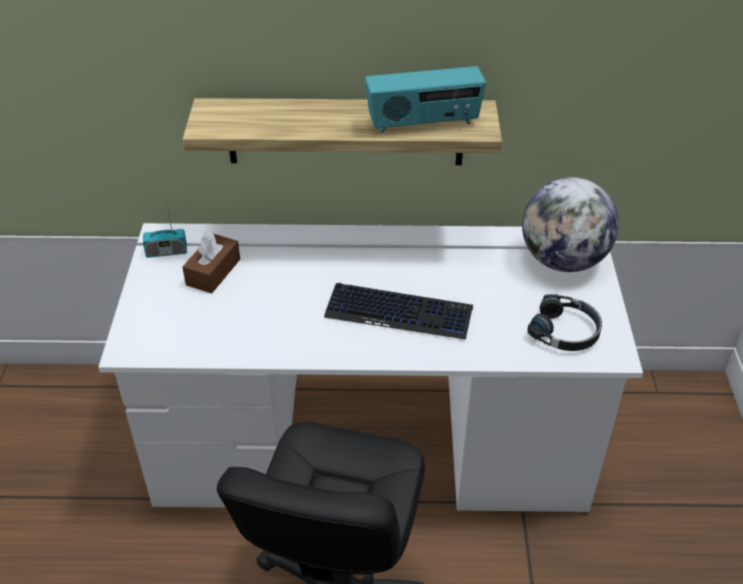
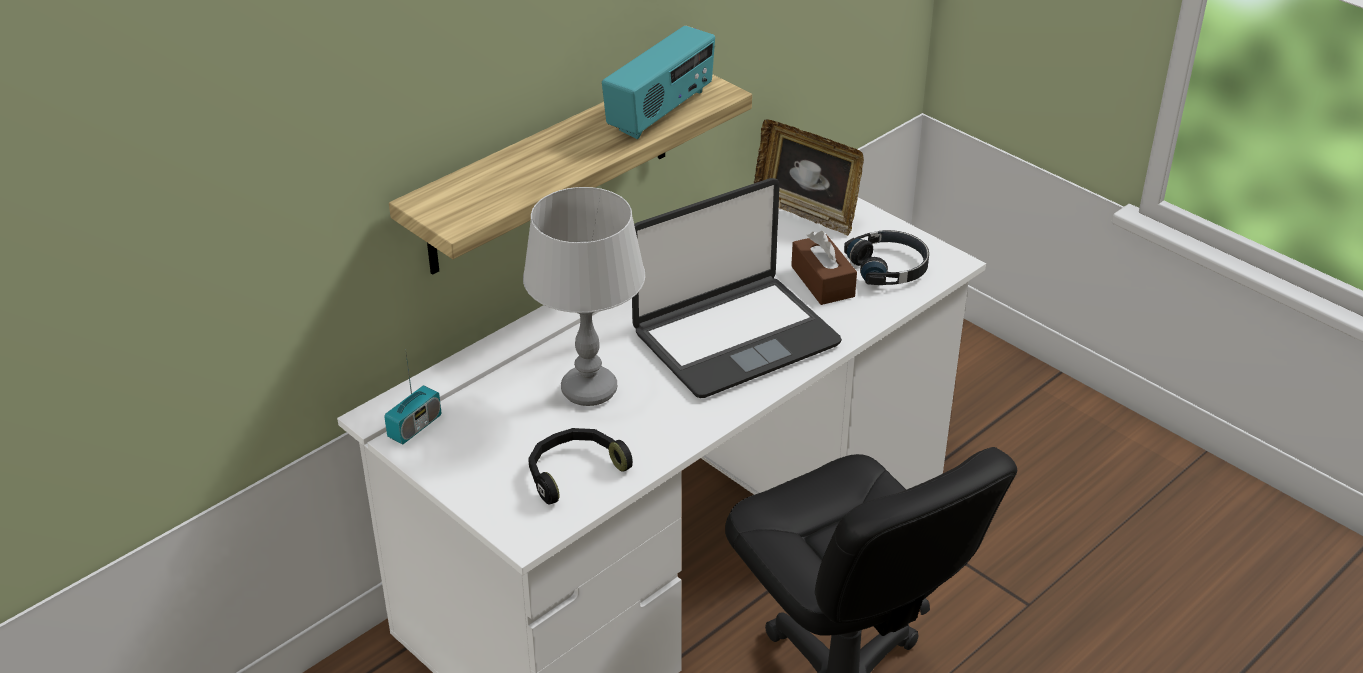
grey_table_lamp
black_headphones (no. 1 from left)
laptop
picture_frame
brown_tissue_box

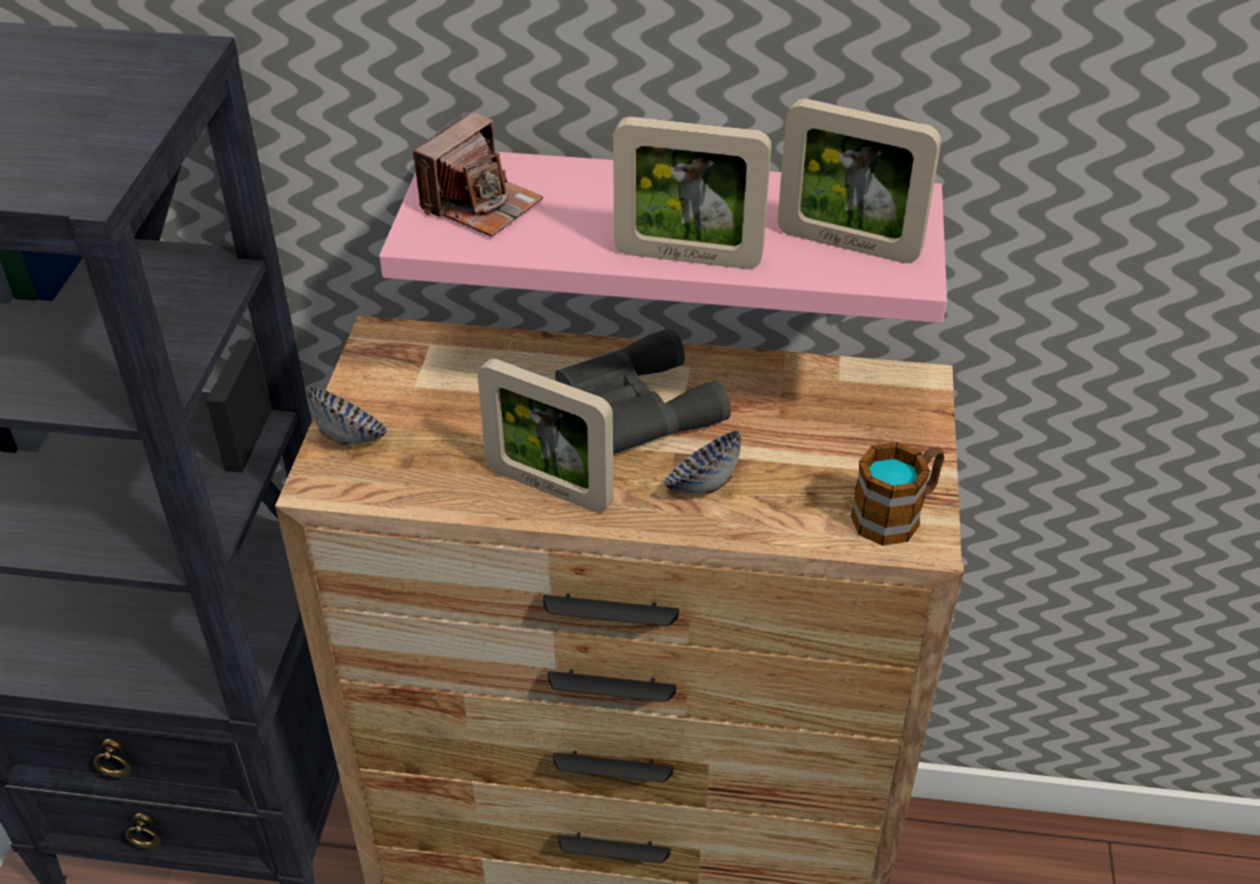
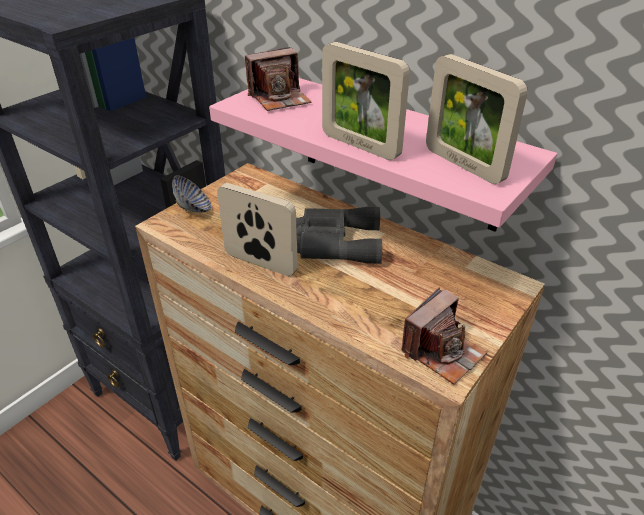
picture_frame (no. 1 from left)
photo_camera (no. 2 from left)
bowl (no. 2 from left in the first image)

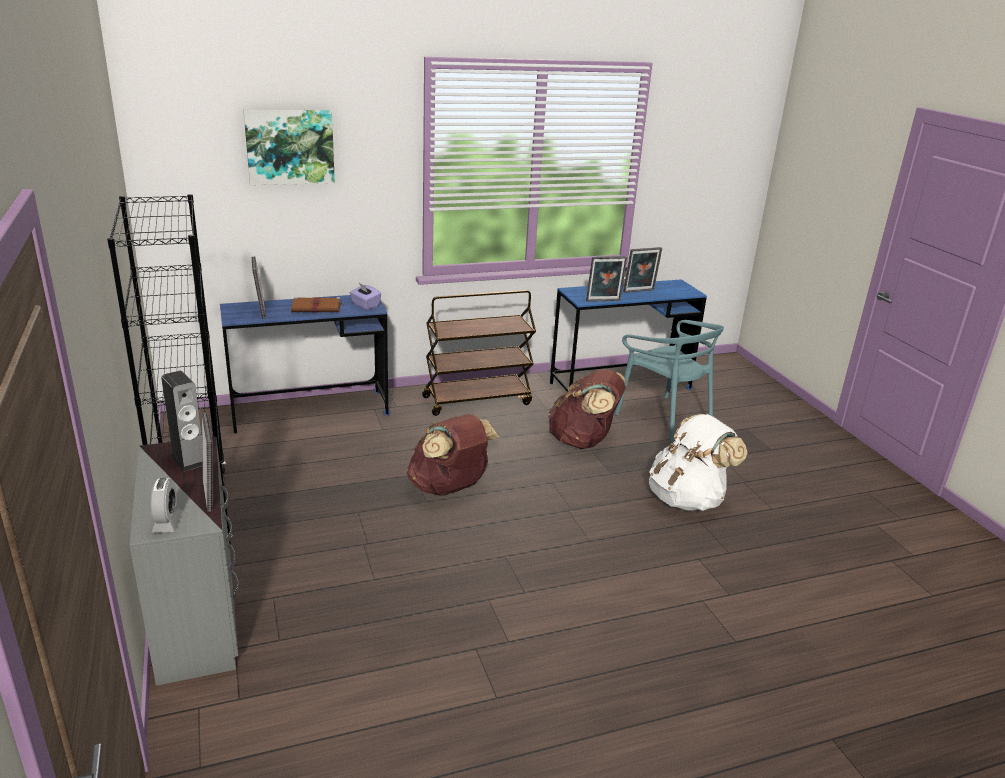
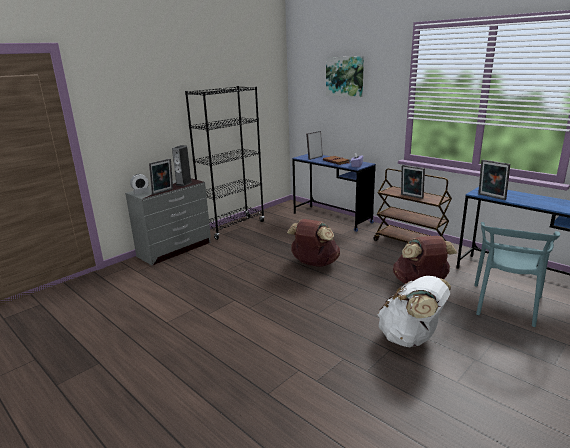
picture_frame (no. 3 from left)

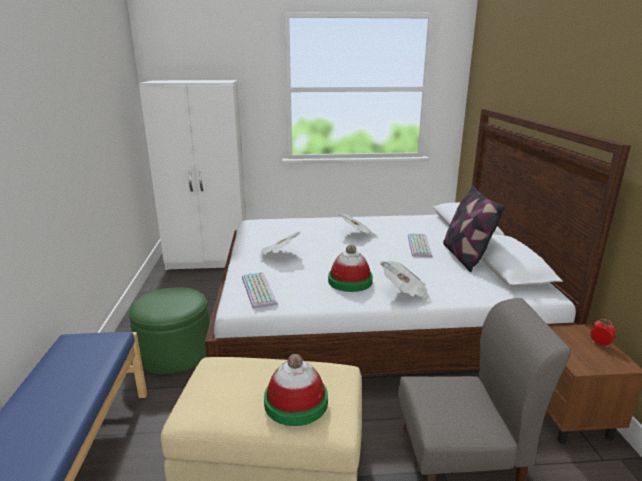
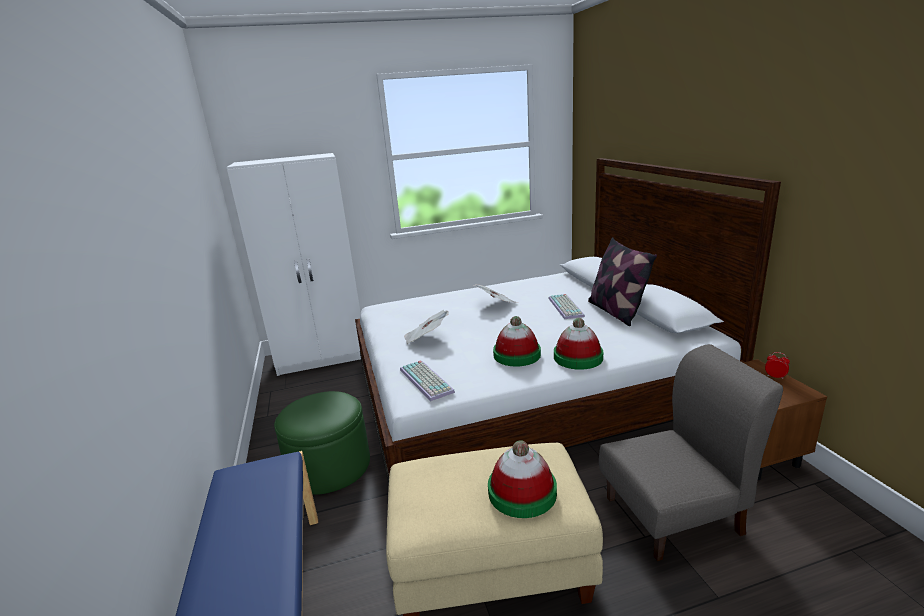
hat (no. 3 from left)

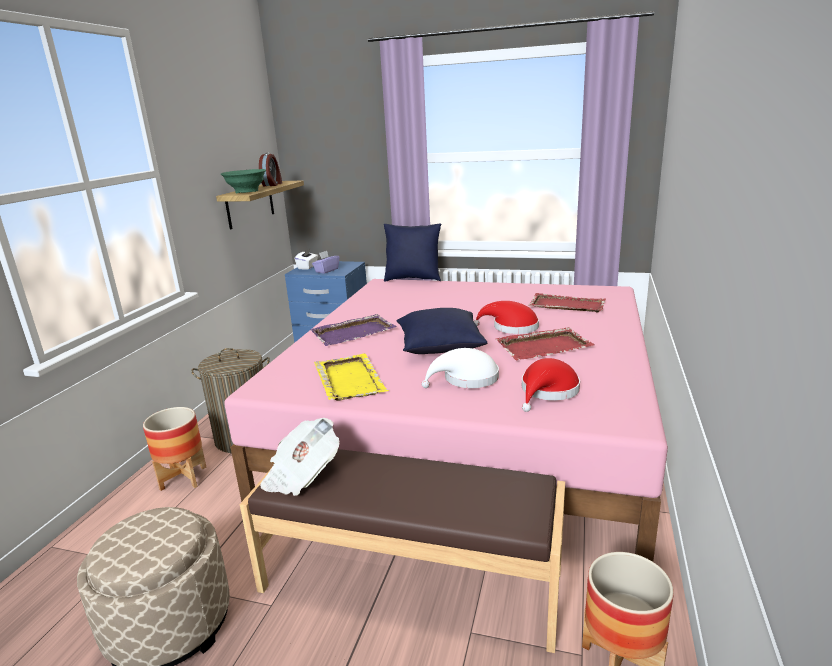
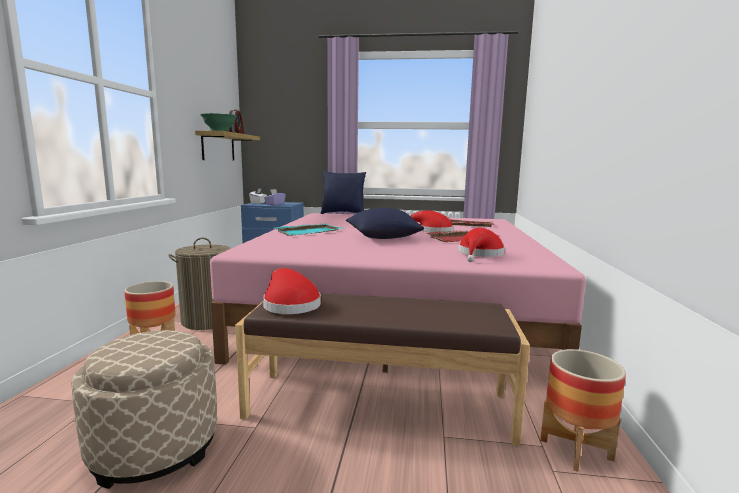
red_hat (no. 1 from left)
turquoise_tray
yellow_tray
white_hat

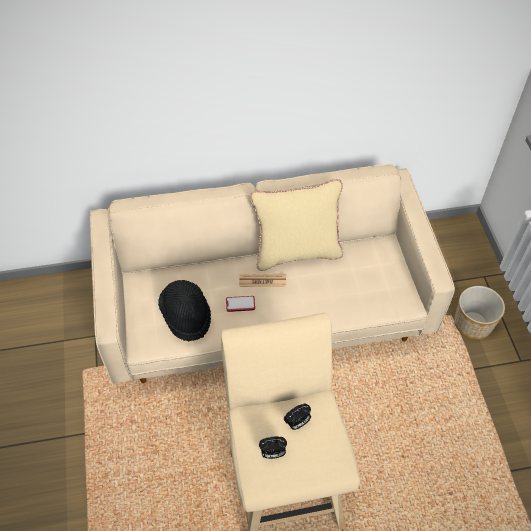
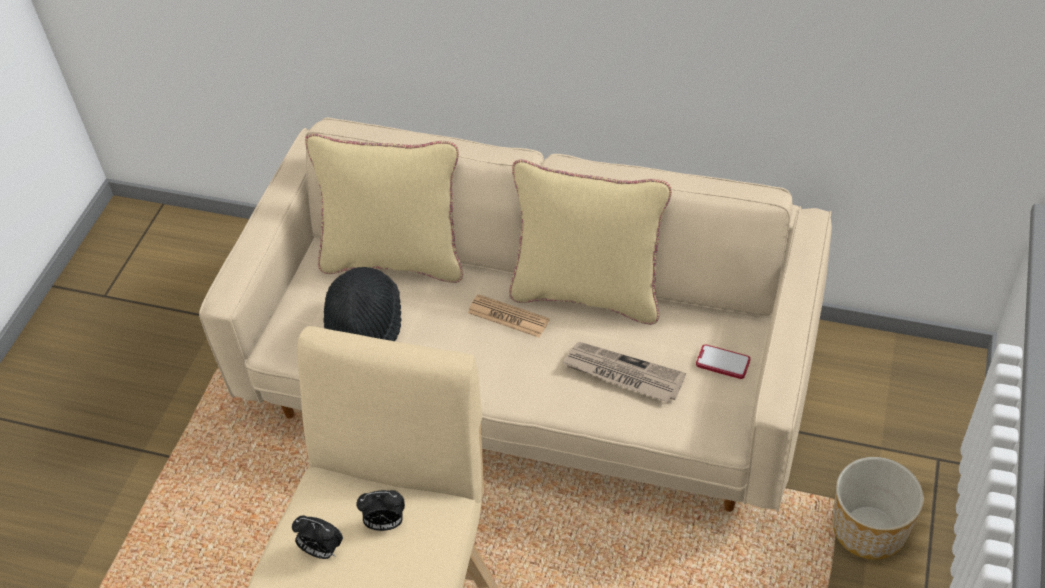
beige_pillow (no. 1 from left)
newspaper (no. 2 from left)
phone

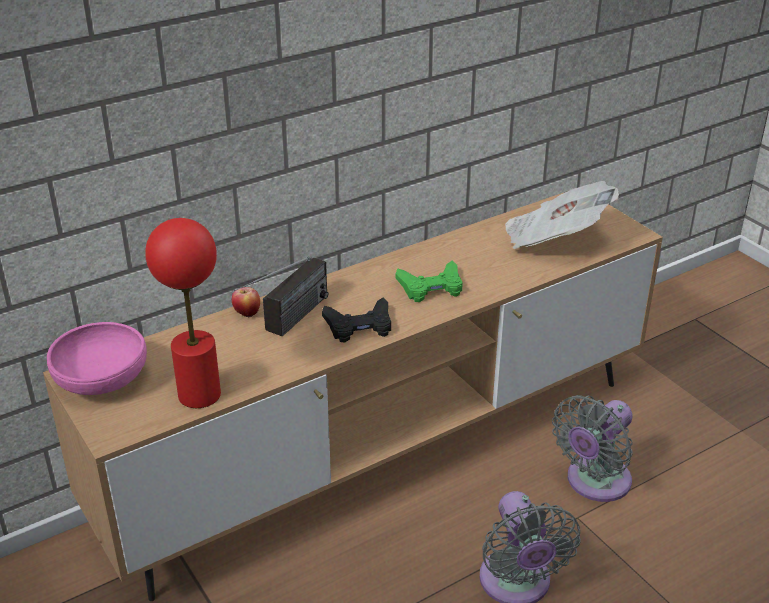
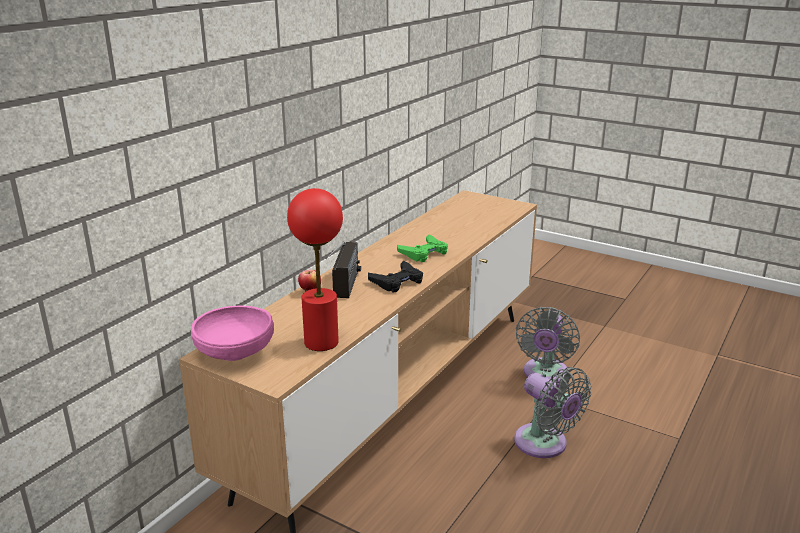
newspaper

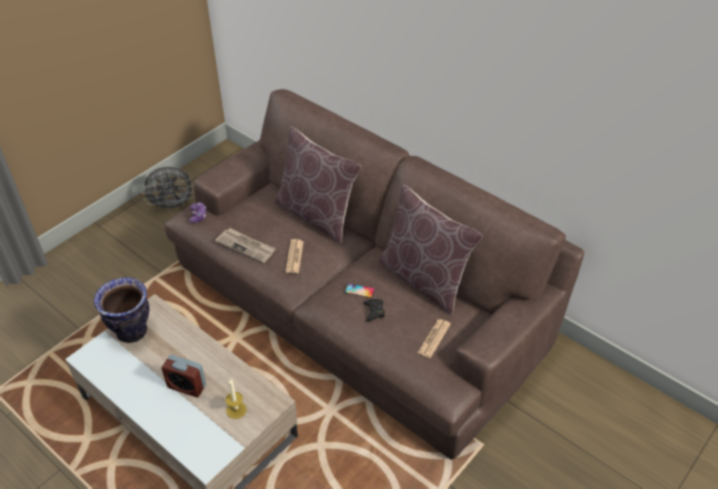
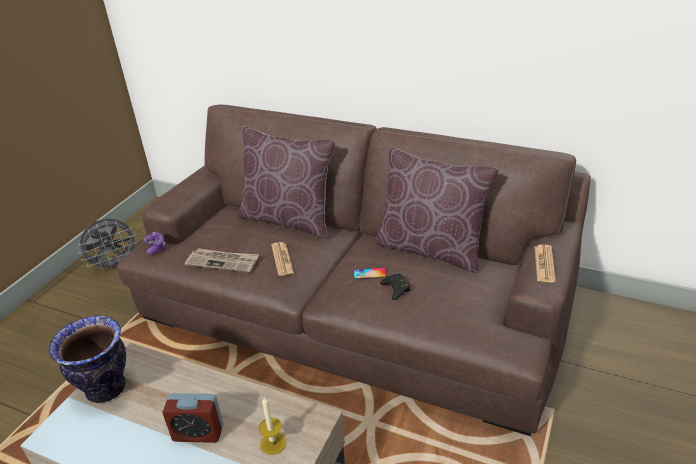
newspaper (no. 3 from left)

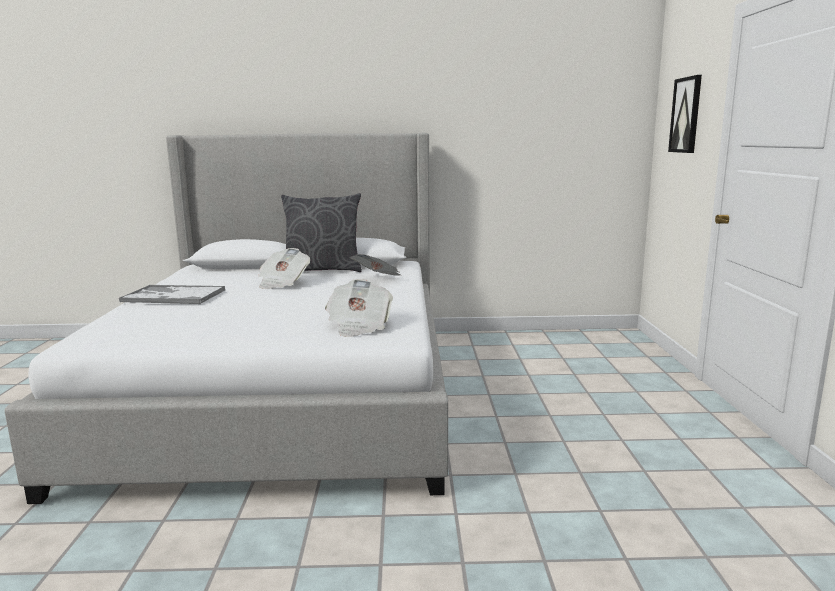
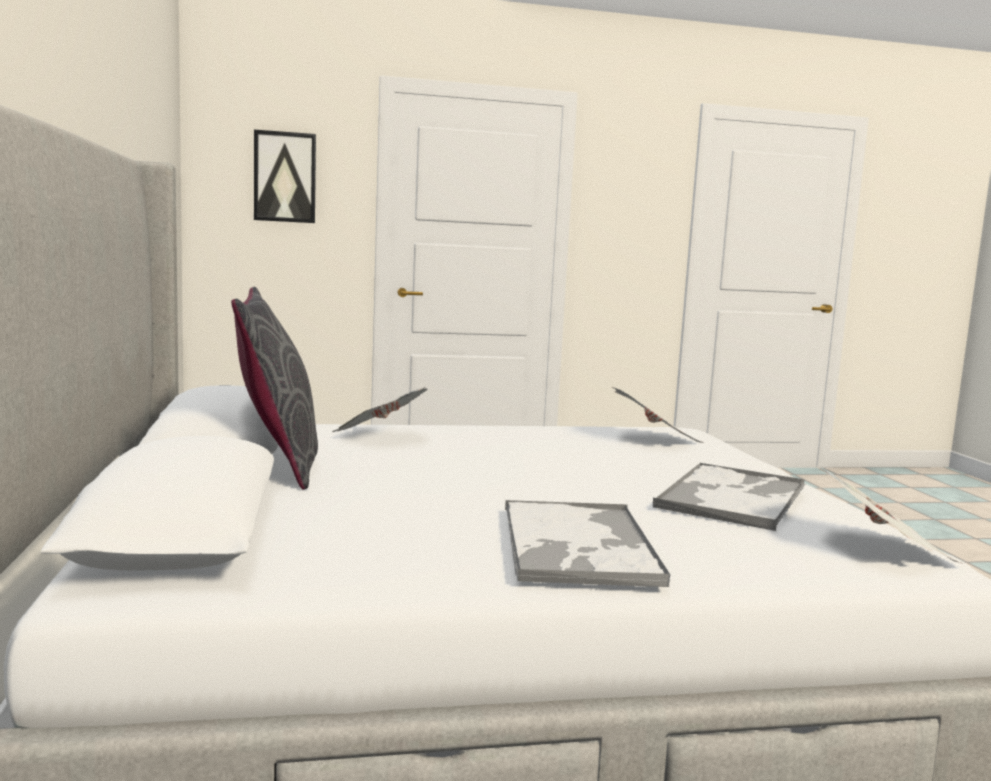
tray (no. 2 from left)
newspaper (no. 3 from left)

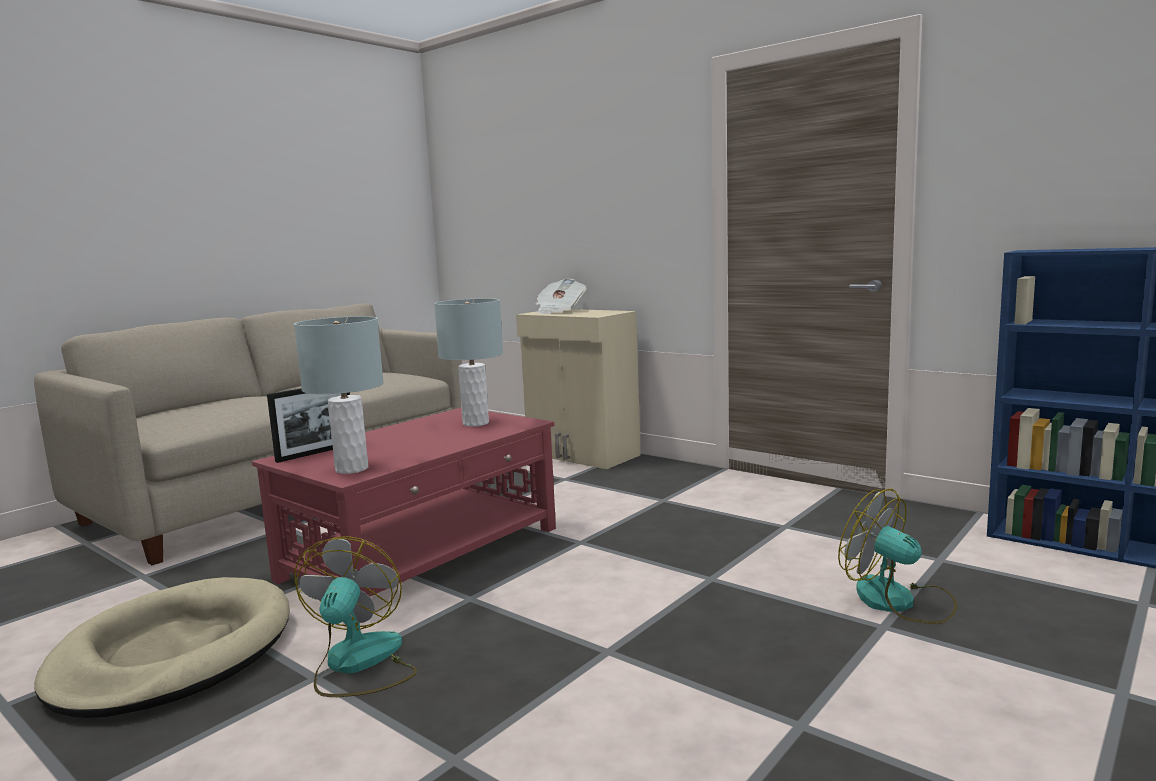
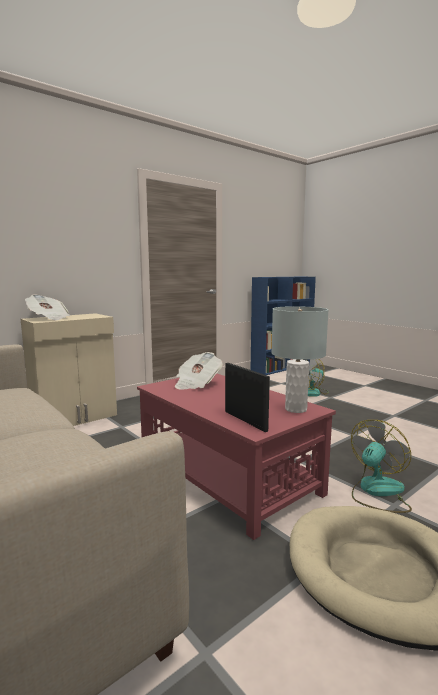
newspaper (no. 2 from left)
fan (no. 2 from left)

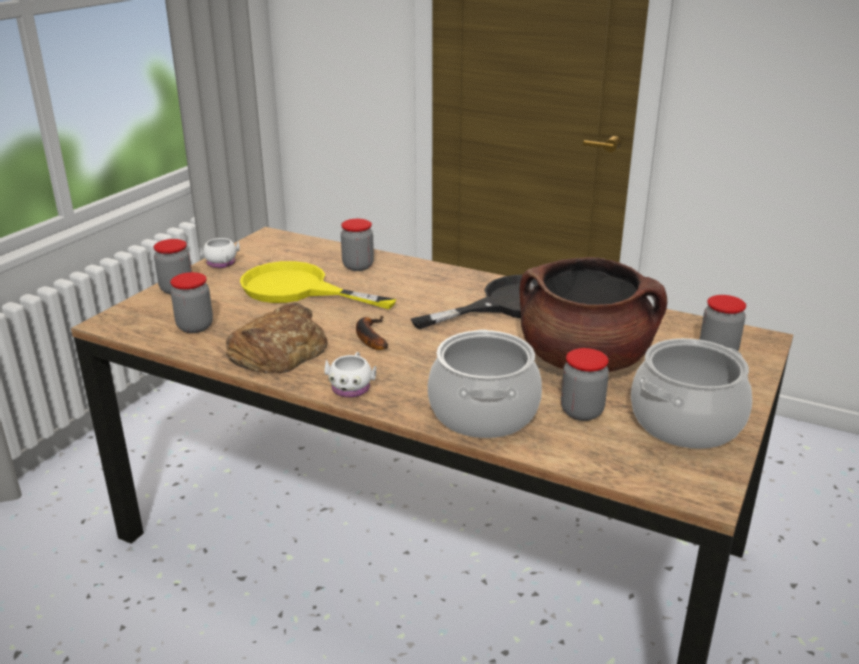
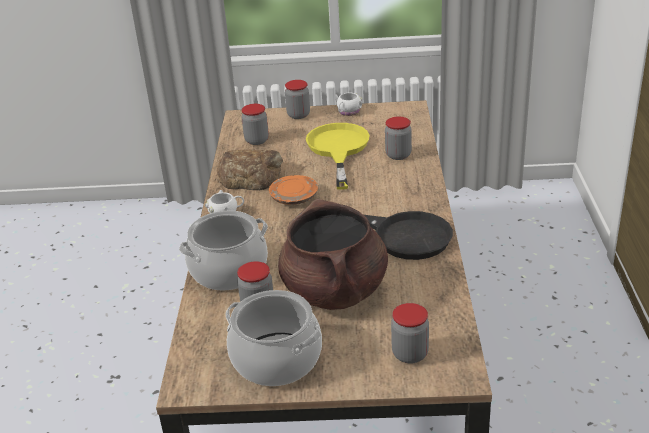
orange_plate

